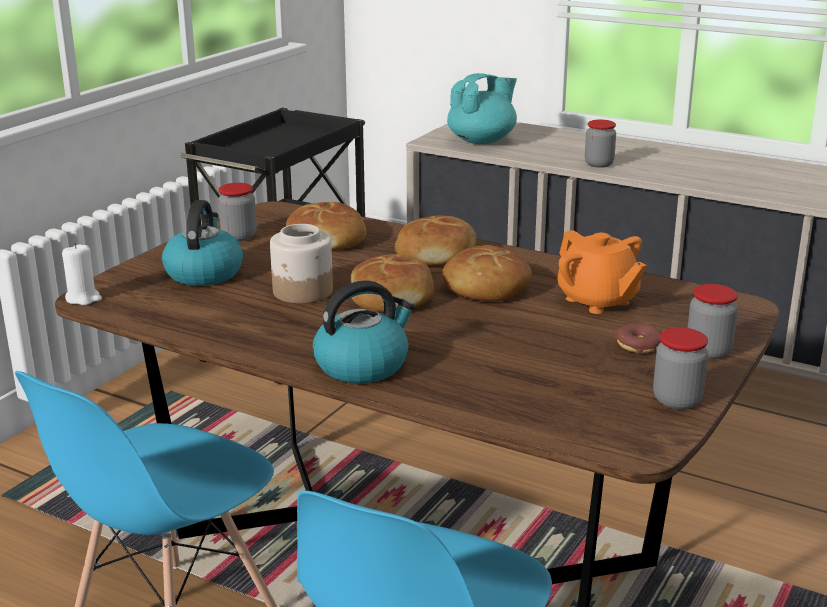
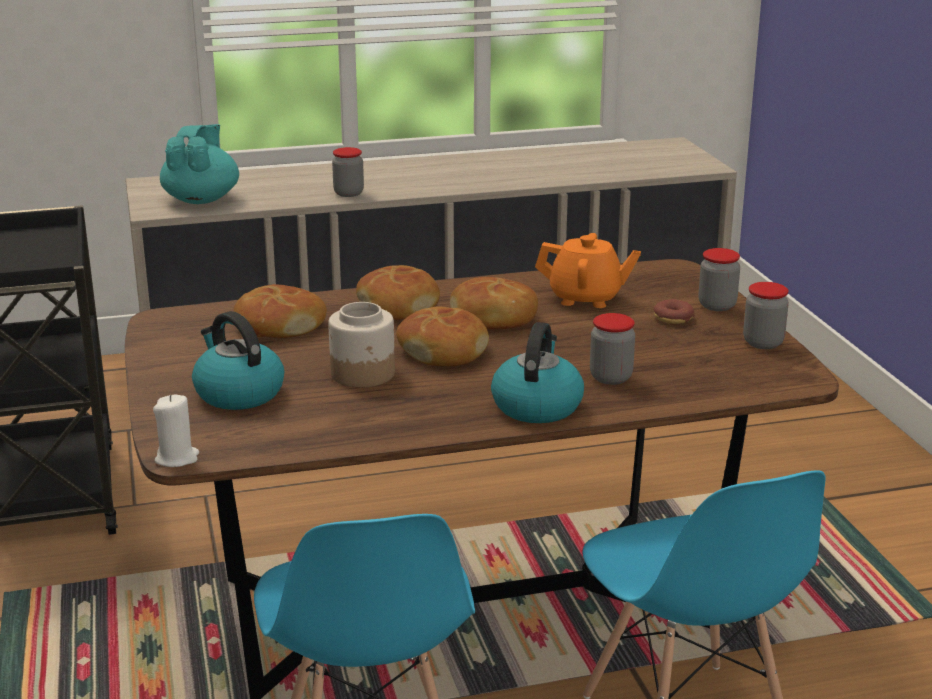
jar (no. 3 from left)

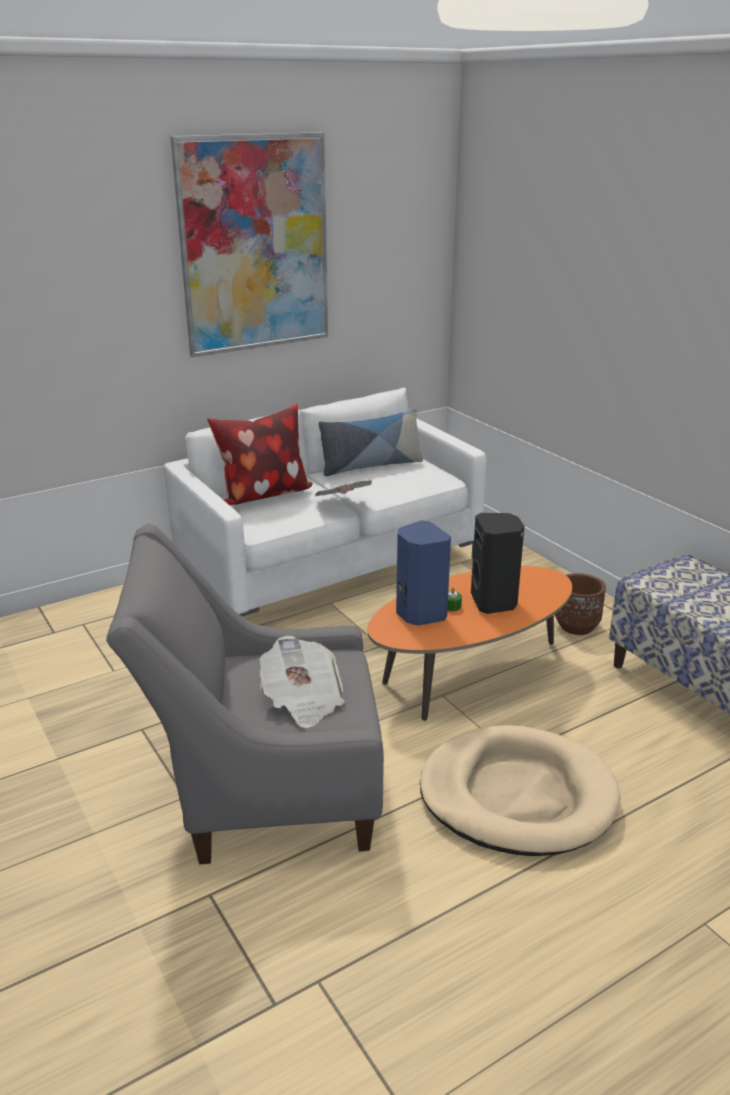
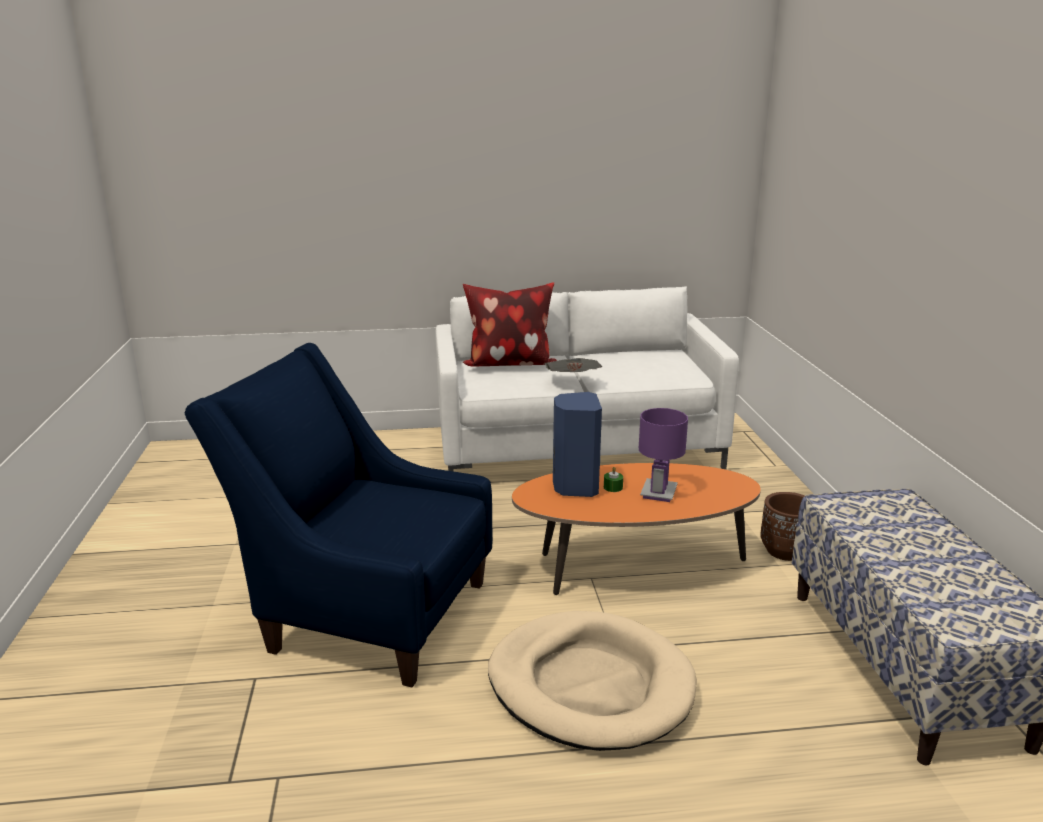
blue_armchair
purple_table_lamp
picture
newspaper (no. 1 from left in the first image)
pillow (no. 2 from left in the first image)

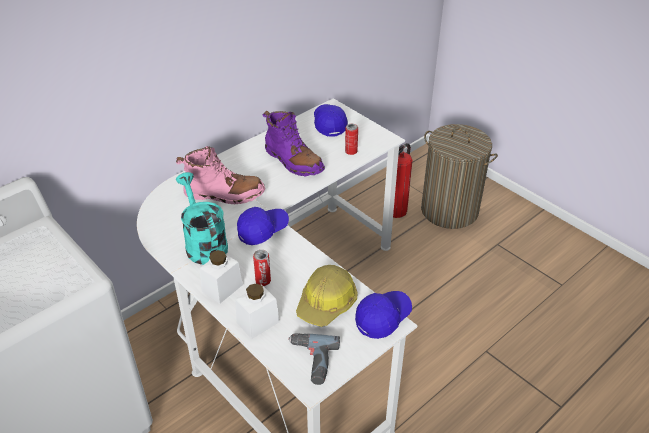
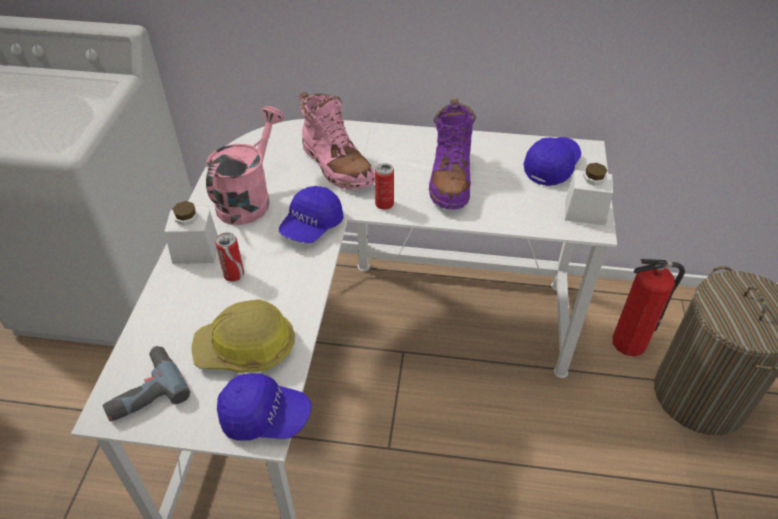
pink_watering_can
blue_cap (no. 2 from left)
can (no. 2 from left)
white_jar (no. 2 from left)

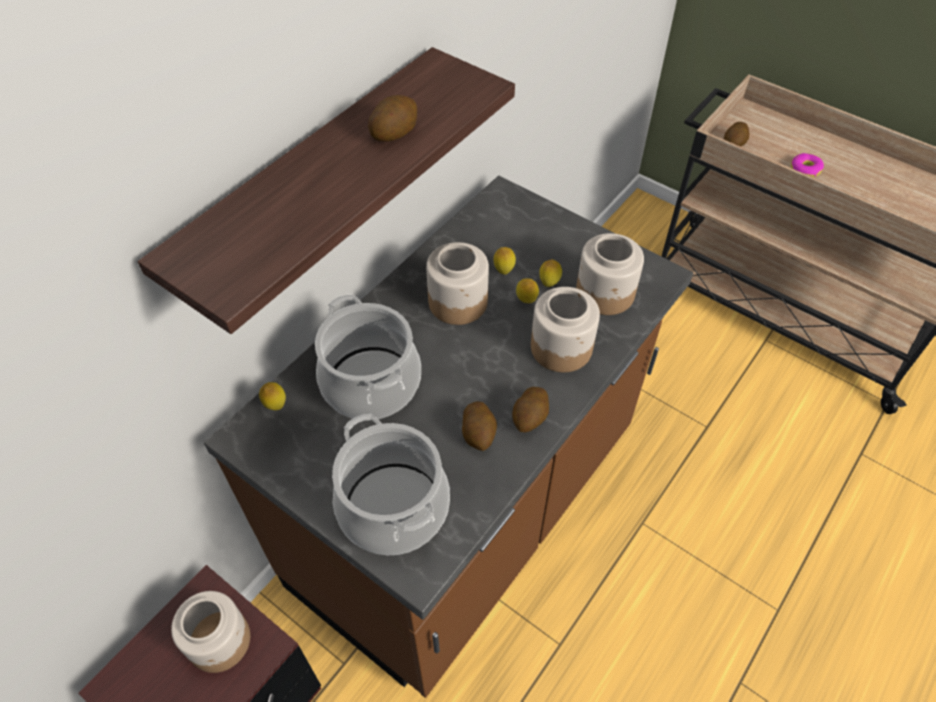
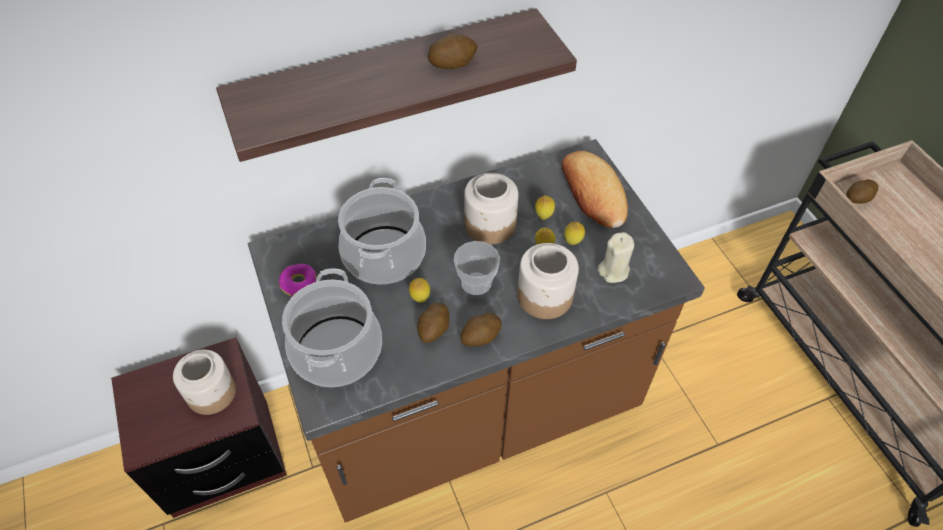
donut
lemon (no. 1 from left)
cup
bread
beige_candle

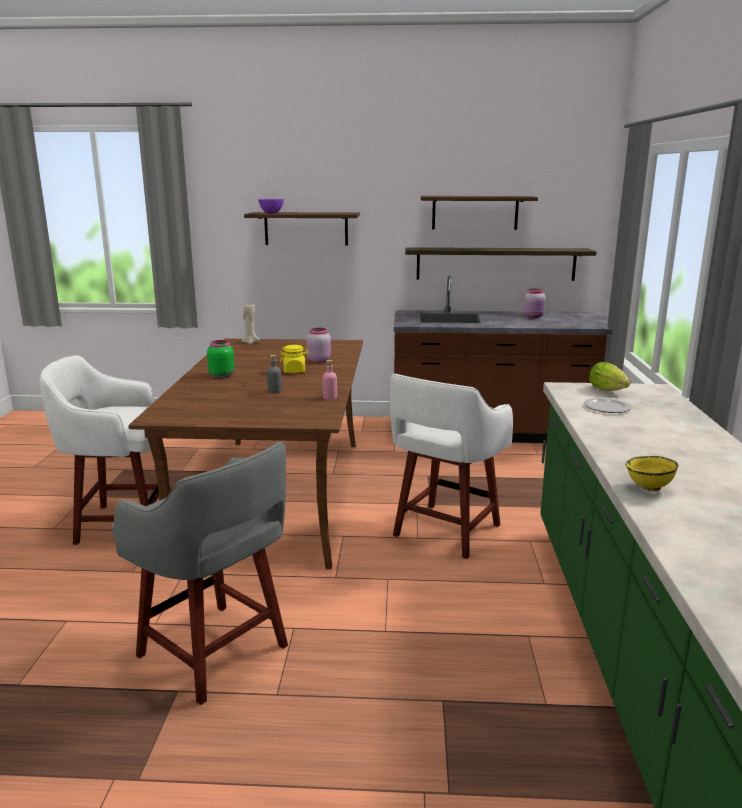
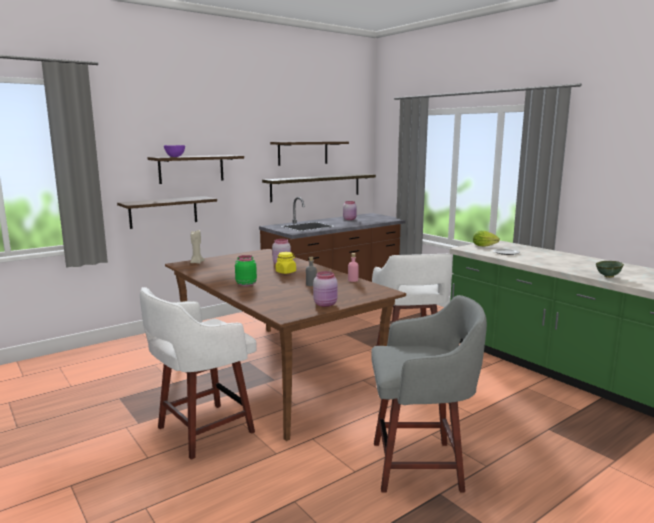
shelf (no. 1 from left)
pink_jar (no. 2 from left)
green_bowl

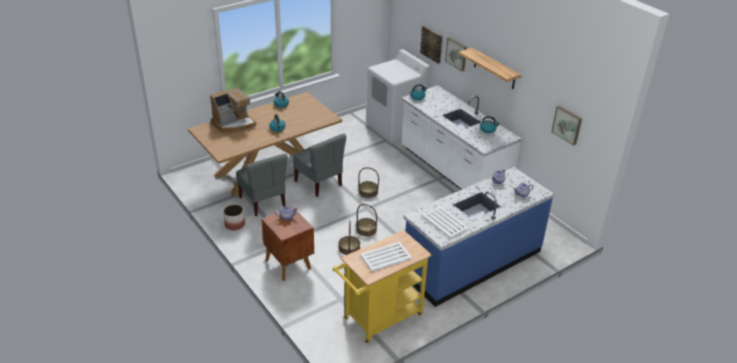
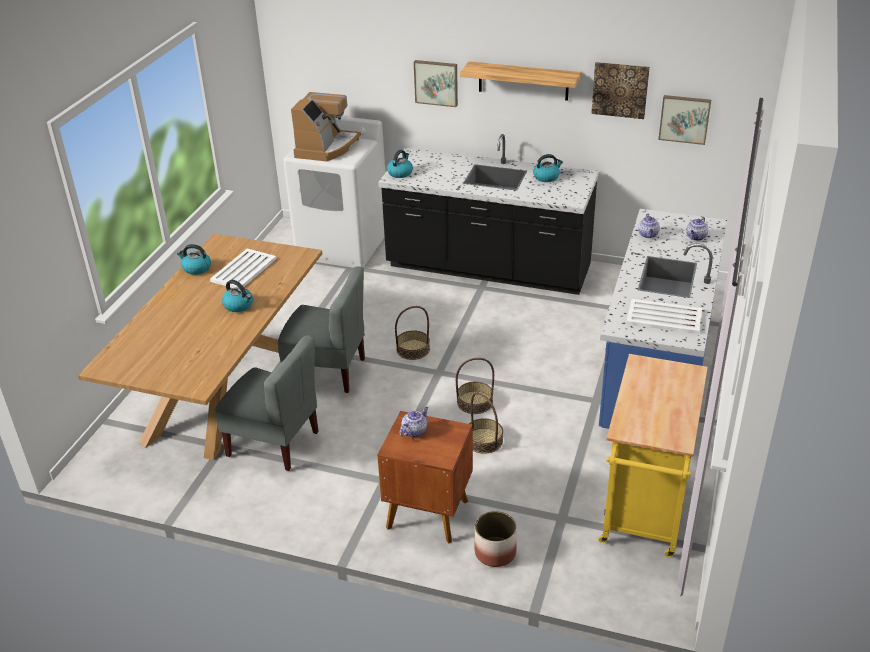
white_tray (no. 1 from left)
coffee_machine
black_counter
planter
picture (no. 2 from left)

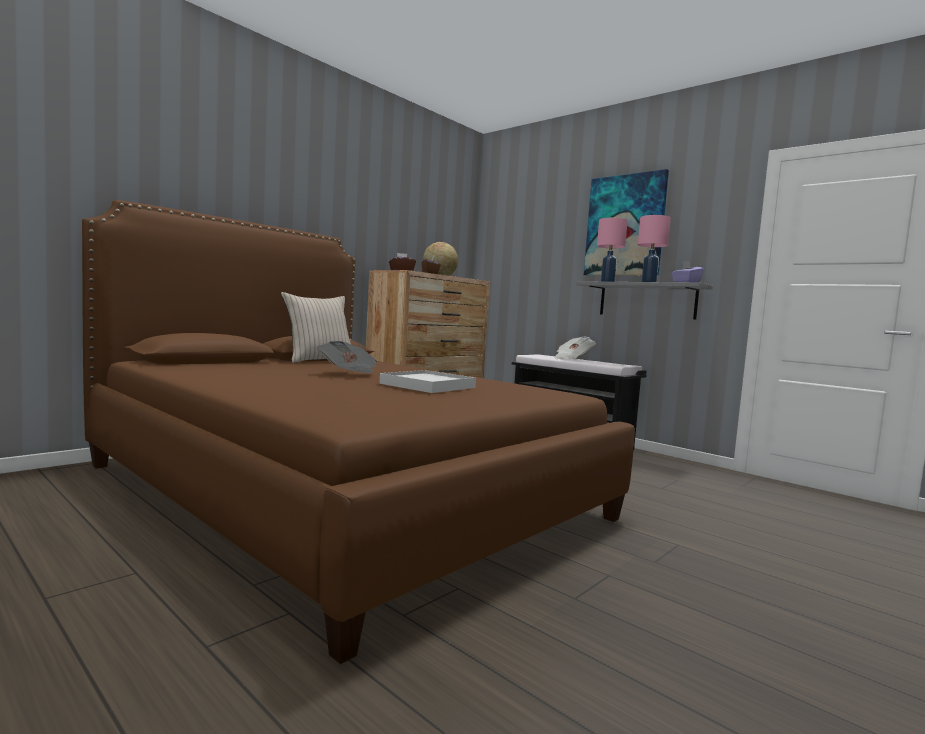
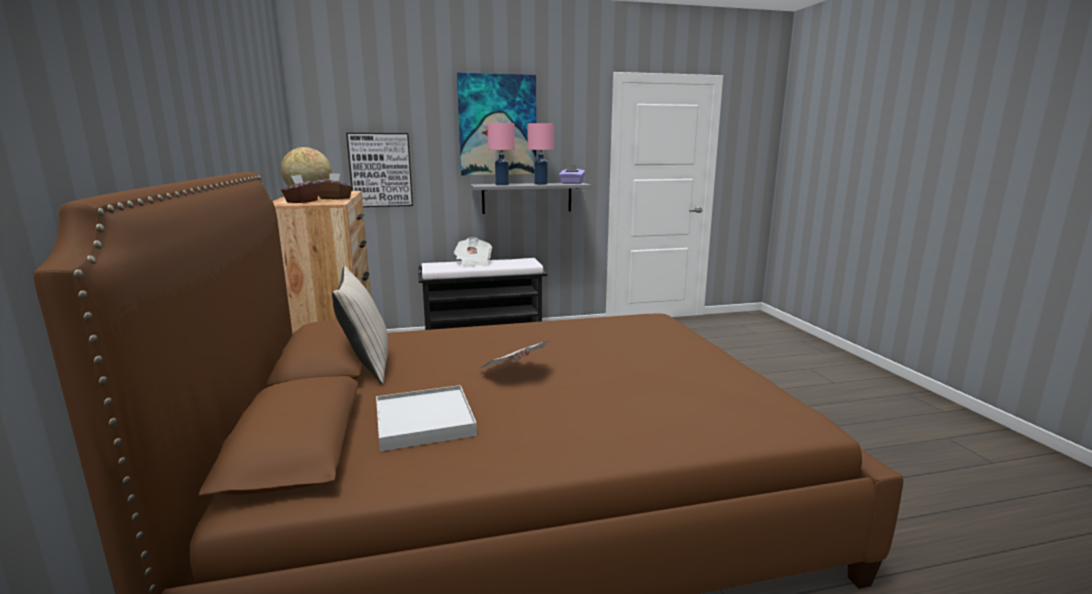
picture (no. 1 from left)
white_tray

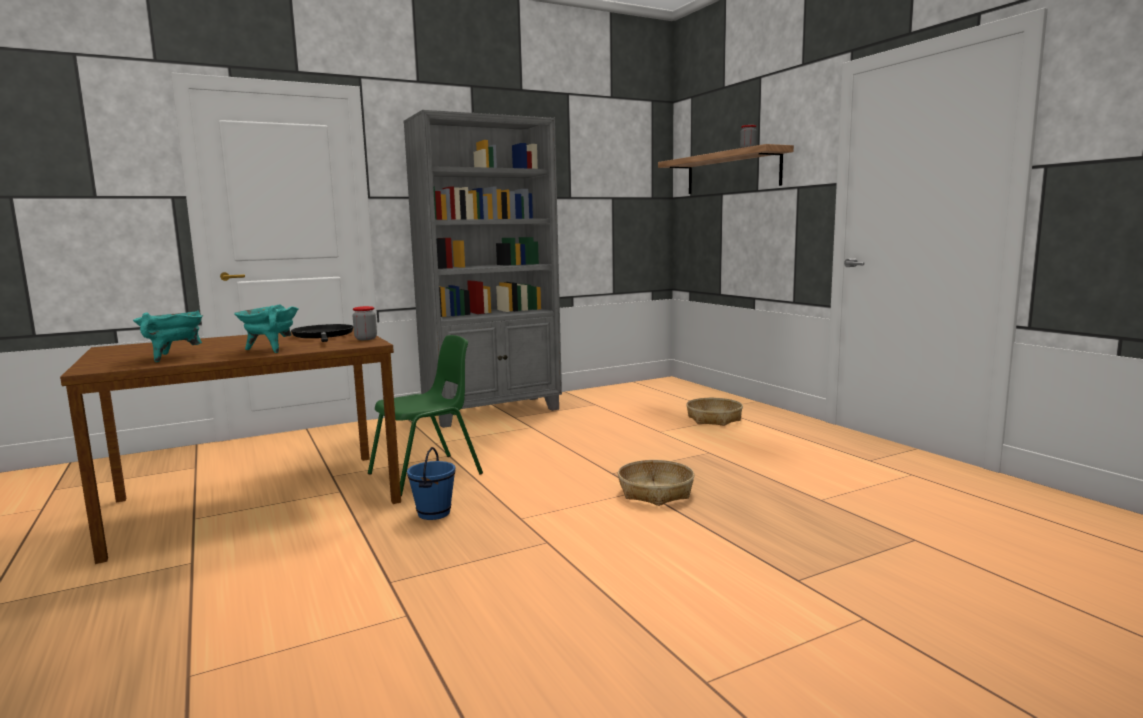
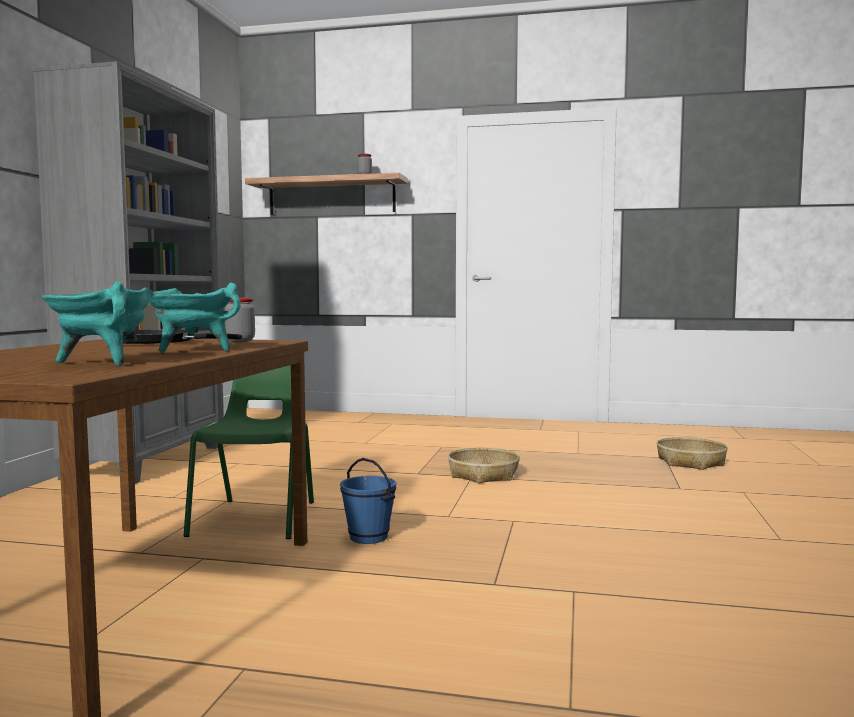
basket (no. 2 from left)

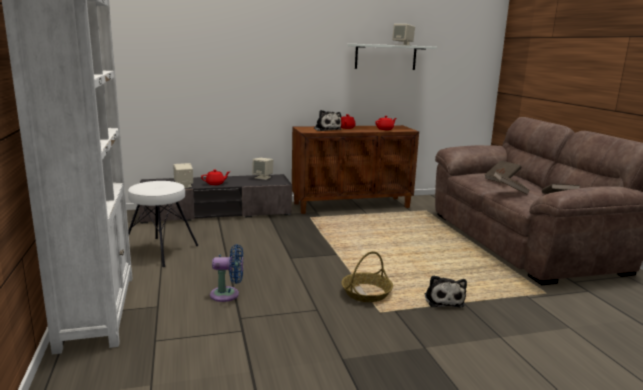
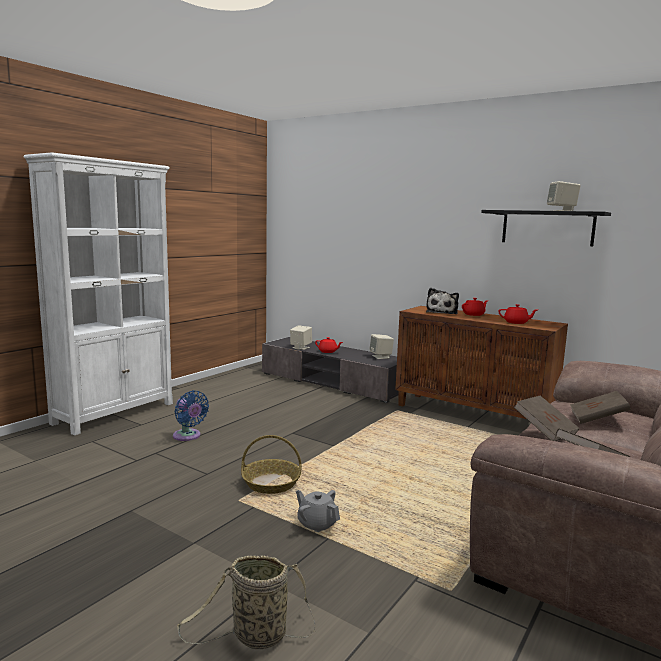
basket (no. 1 from left)
grey_teapot
black_shelf
white_stool

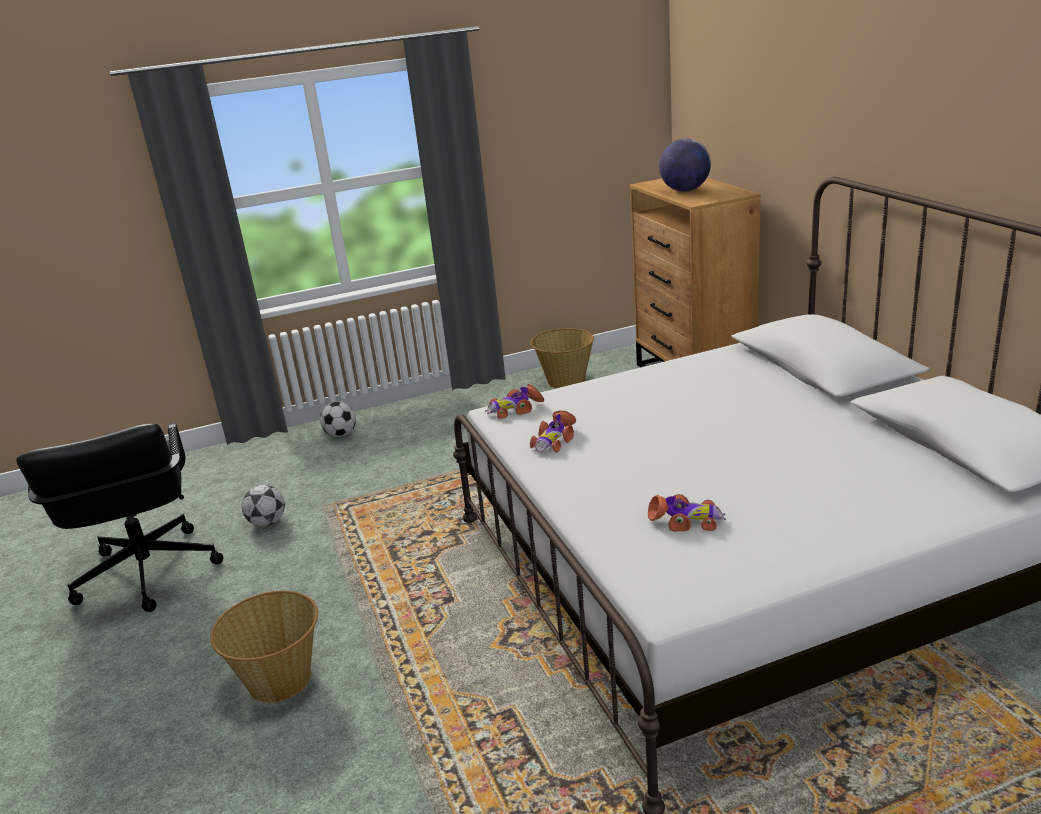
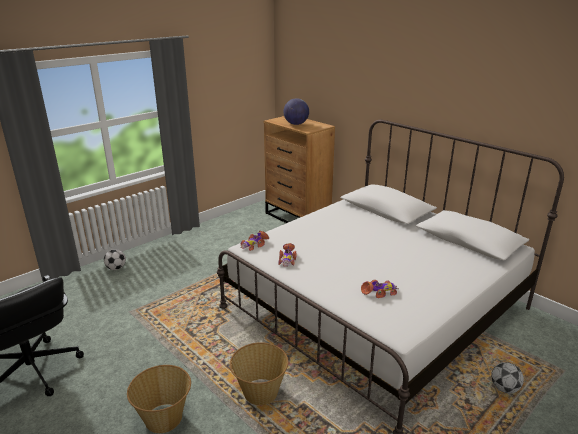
basket (no. 2 from left)
football (no. 2 from left)

